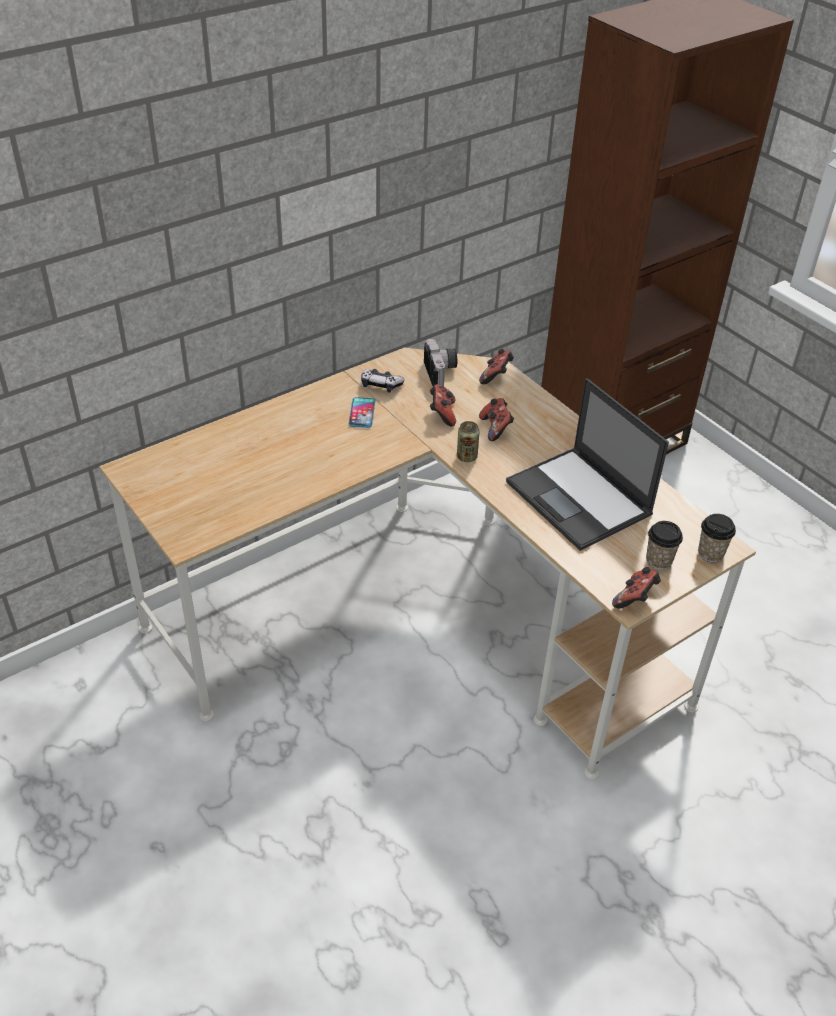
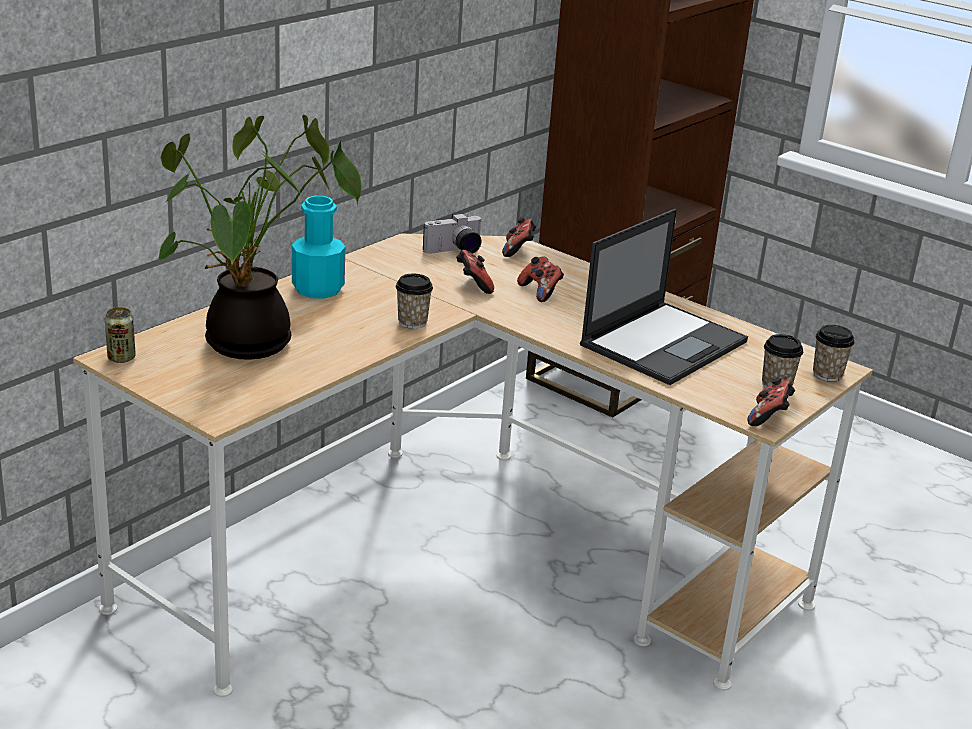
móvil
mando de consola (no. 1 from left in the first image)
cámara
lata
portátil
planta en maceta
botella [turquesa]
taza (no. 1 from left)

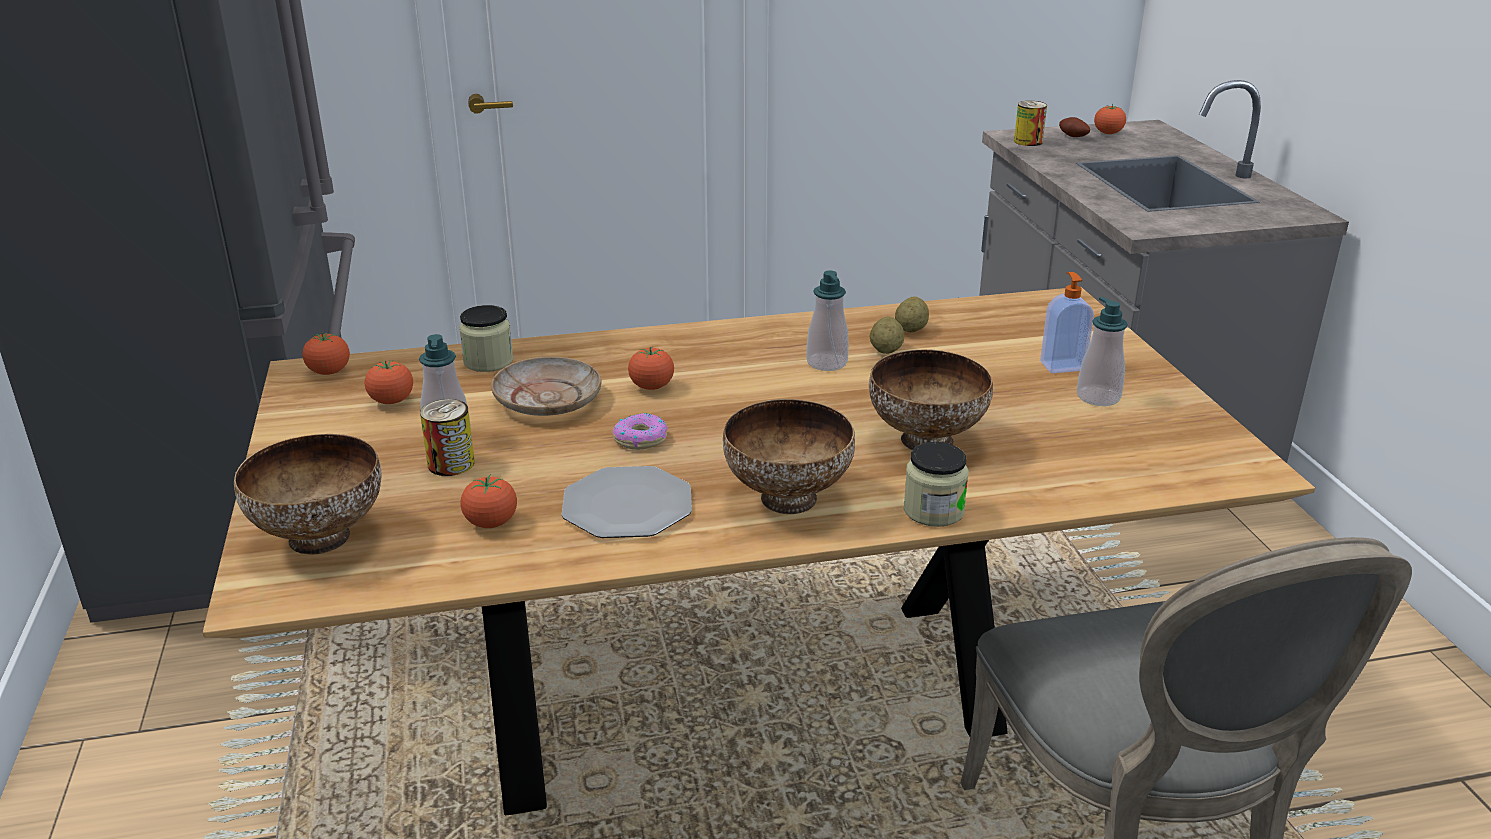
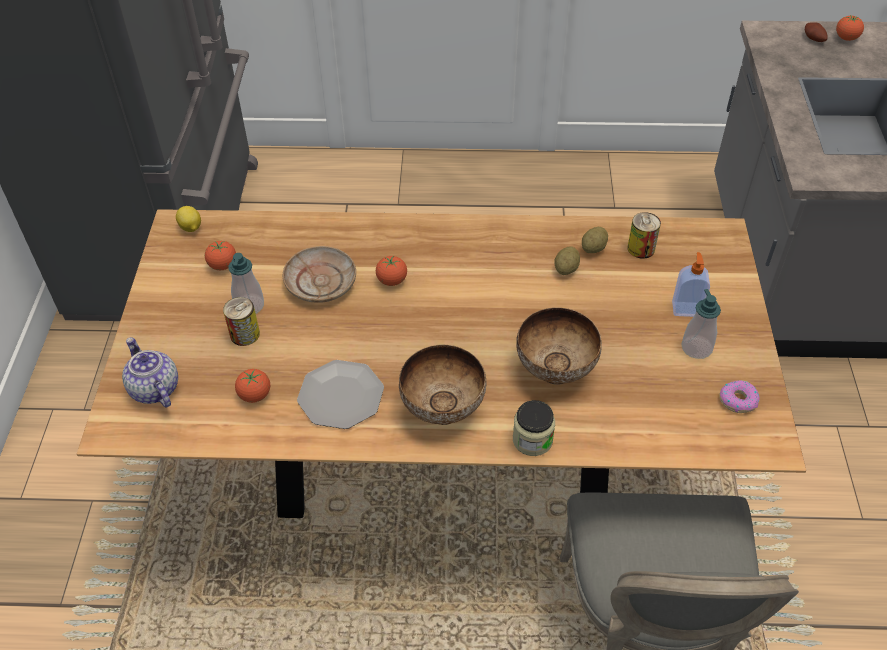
tetera
limón
tarro (no. 1 from left in the first image)
rosquilla
dispensador de jabón (no. 2 from left in the first image)
lata (no. 2 from left)

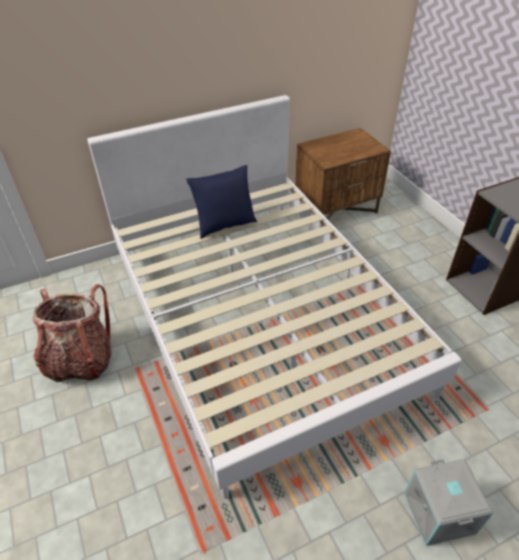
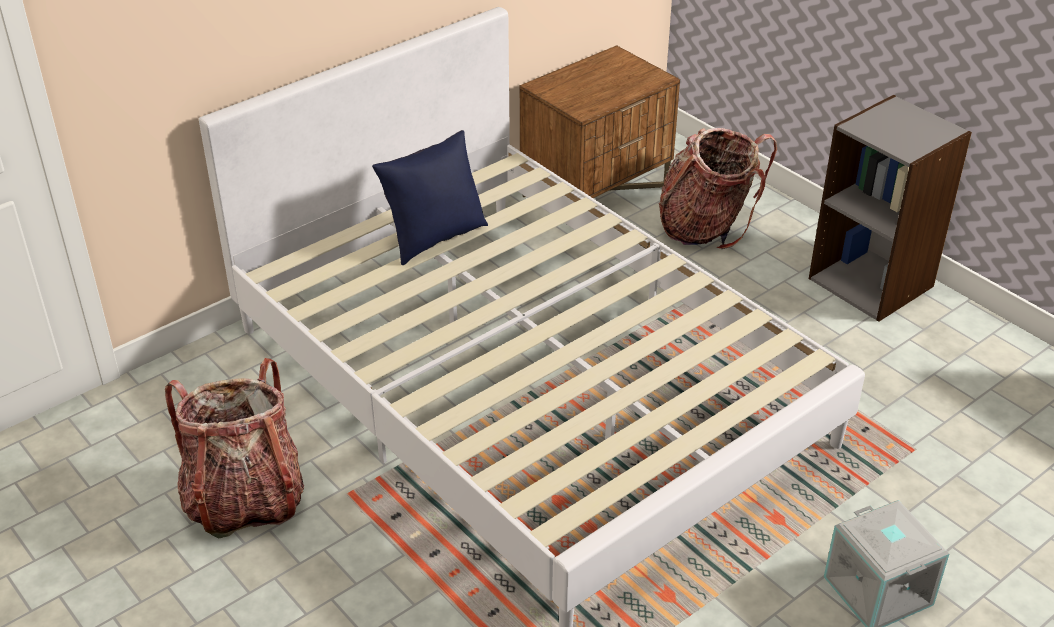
mochila (no. 2 from left)

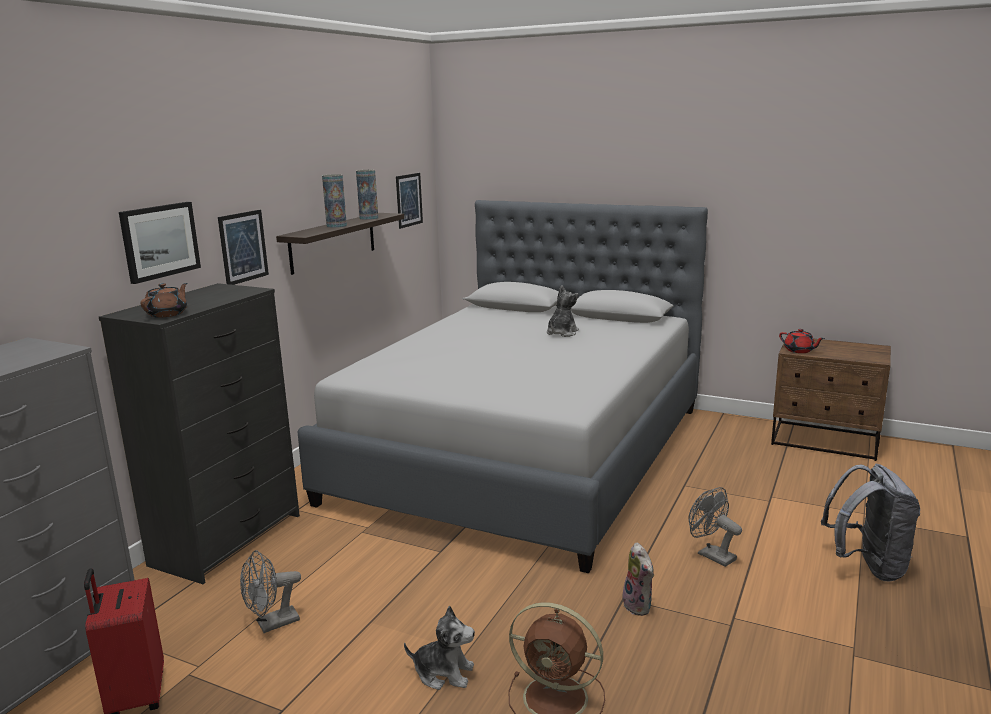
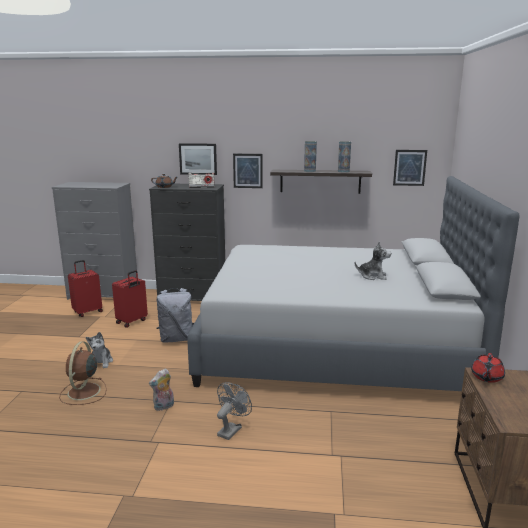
maleta [rojo] (no. 2 from left)
mochila [gris]
radio

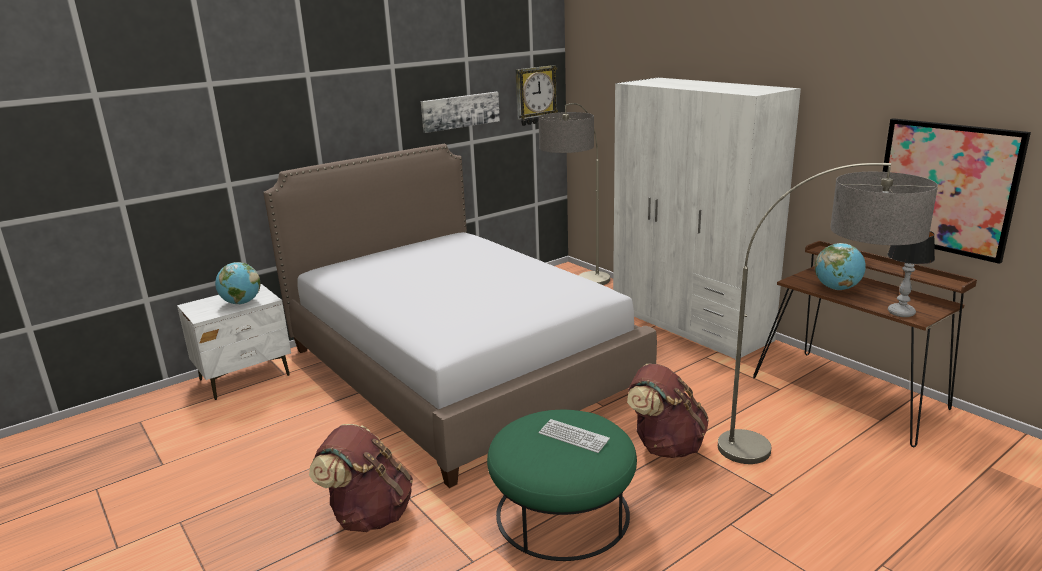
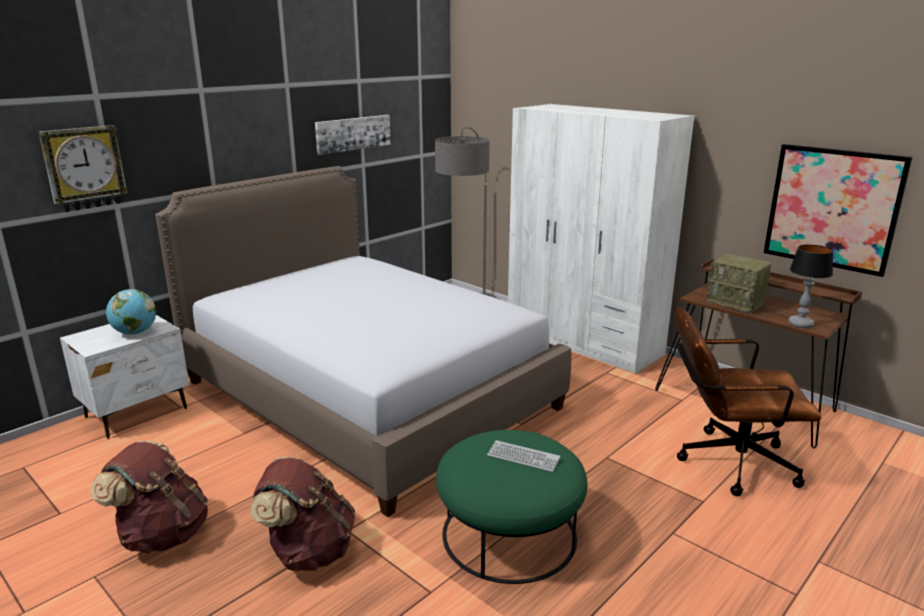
reloj de pared
mochila [marrón] (no. 1 from left)
silla de oficina [marrón]
radio

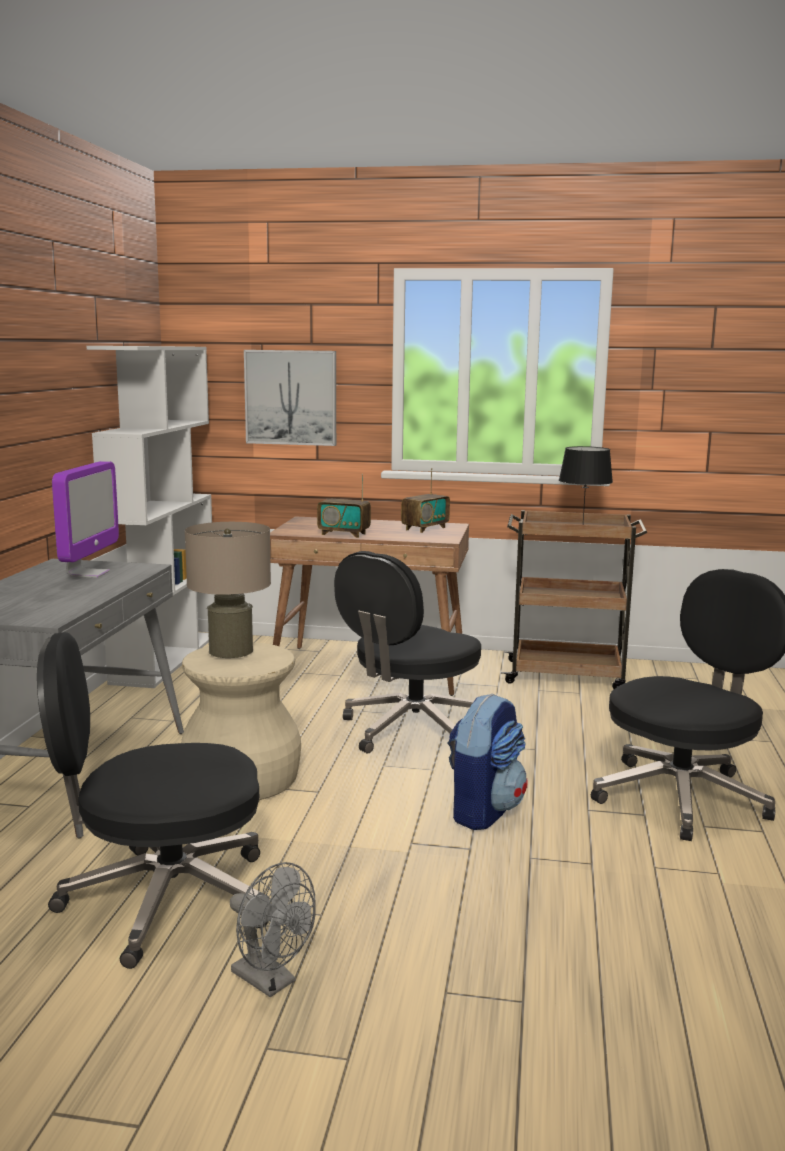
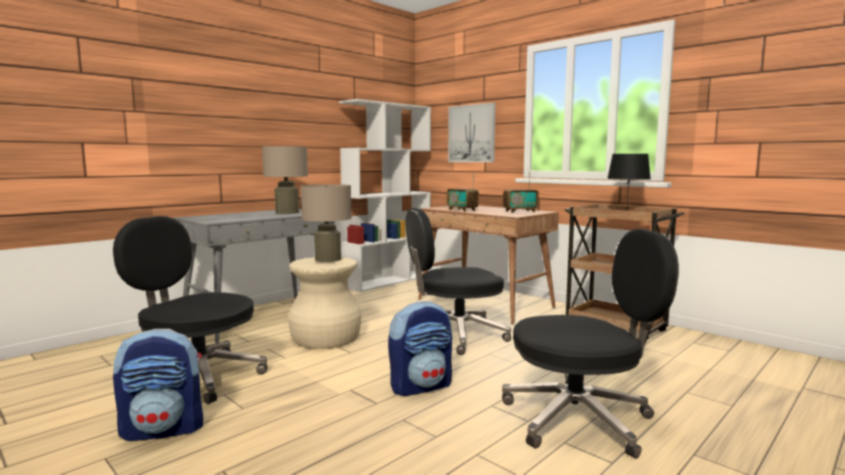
lámpara de mesa [beis] (no. 1 from left)
mochila (no. 1 from left)

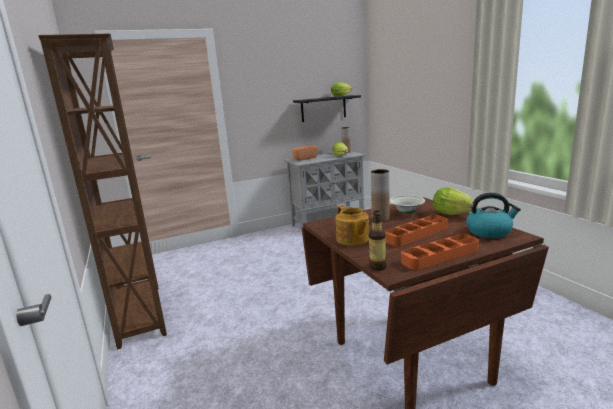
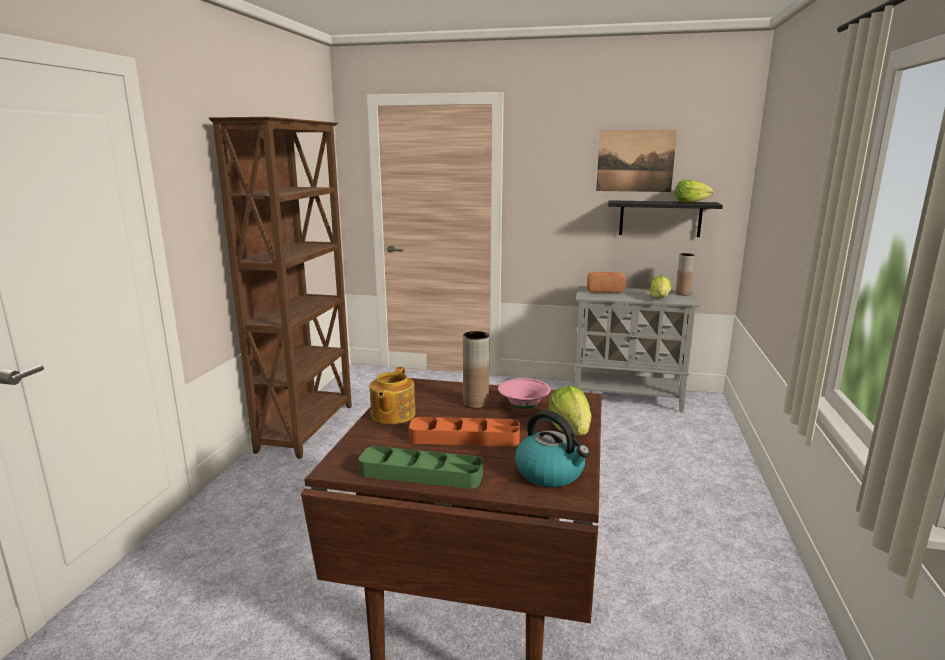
botella
cuenco [rosa]
bandeja [verde]
cuadro

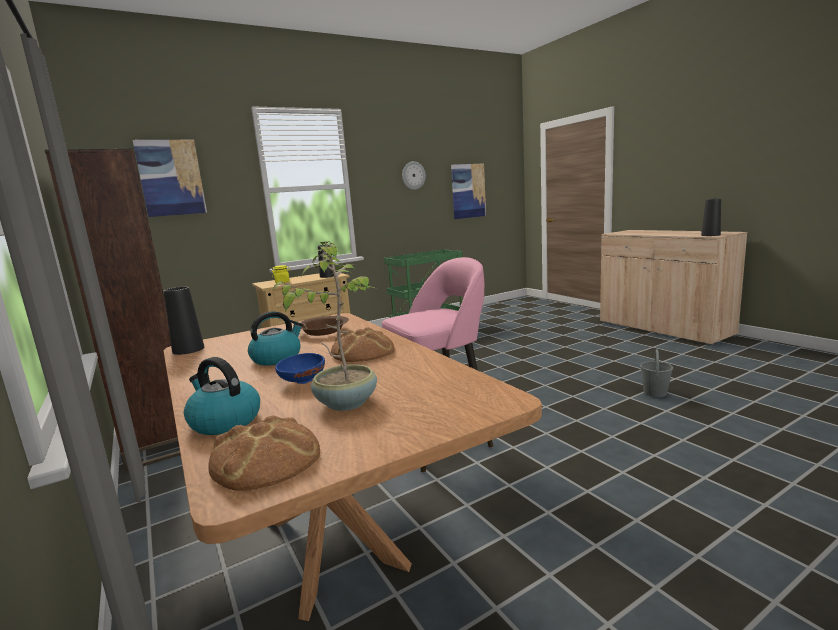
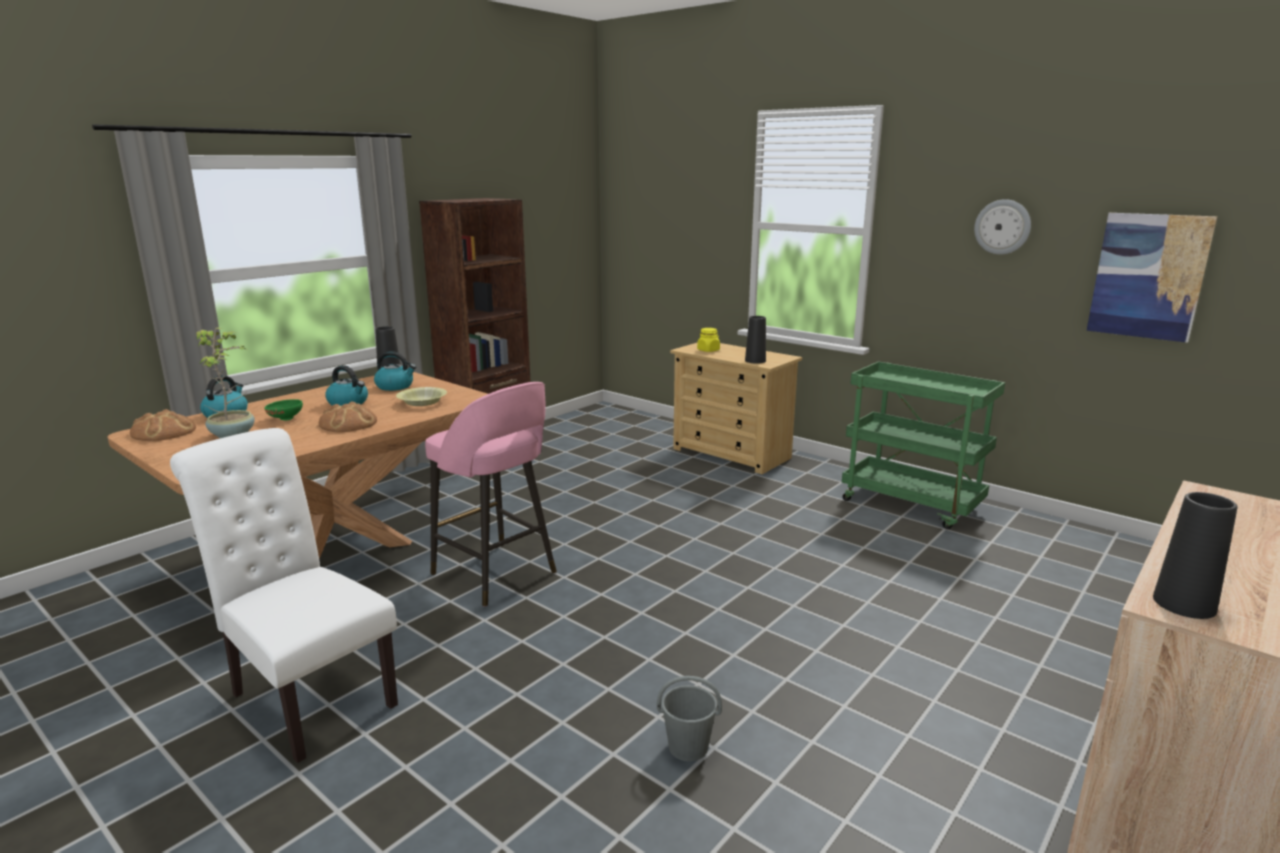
cuadro (no. 1 from left in the first image)
cuenco [verde]
cuenco [amarillo]
silla [blanco]
hervidor (no. 3 from left)

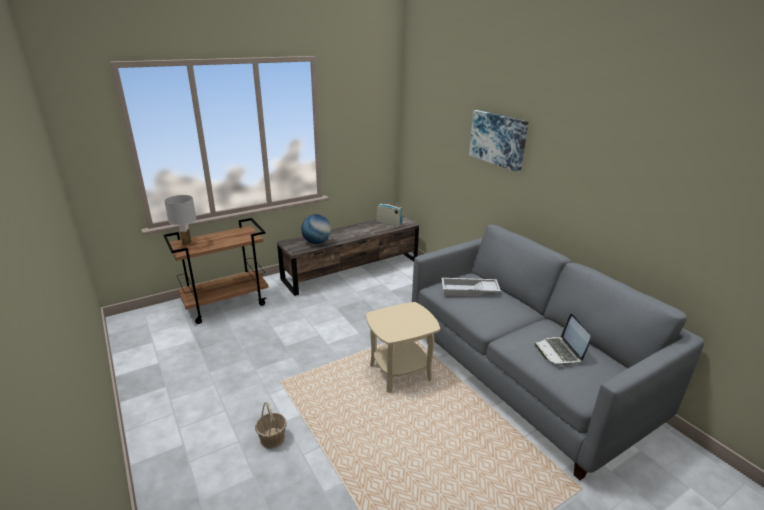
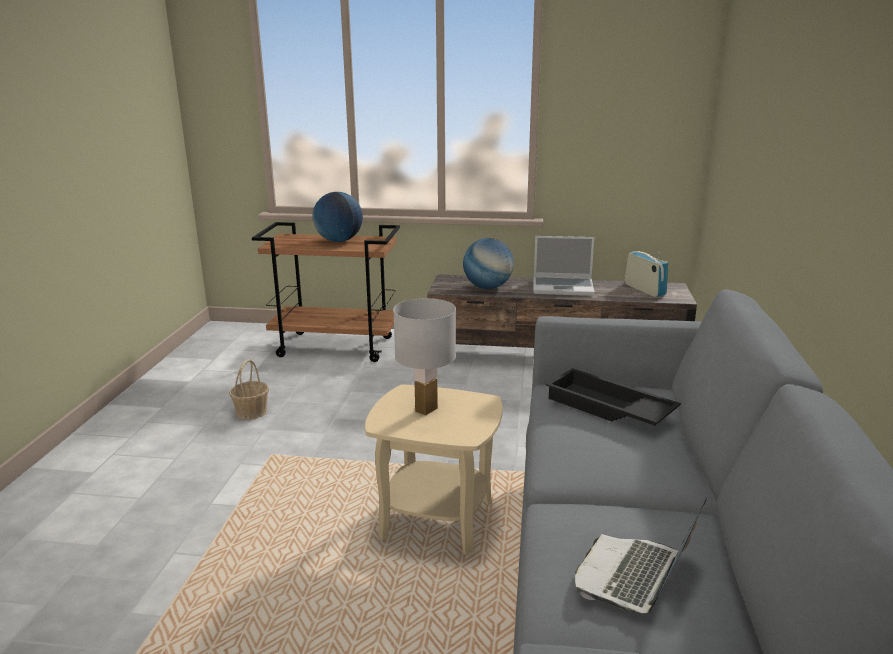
lámpara de mesa [blanco]
cesta
bandeja [negro]
cuadro
globo terráqueo (no. 1 from left)
portátil (no. 1 from left)

